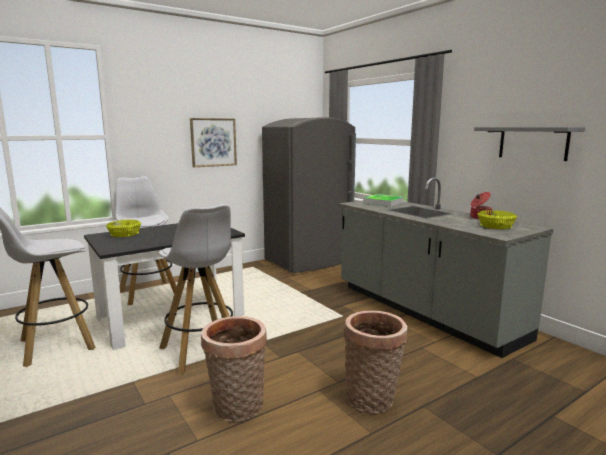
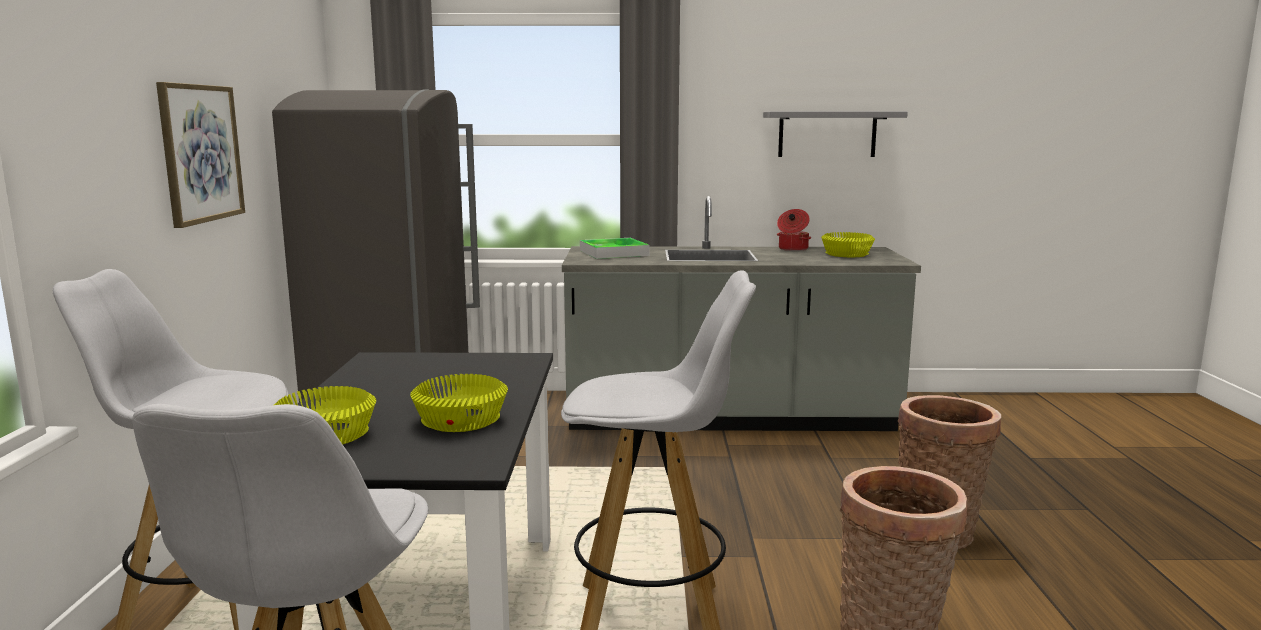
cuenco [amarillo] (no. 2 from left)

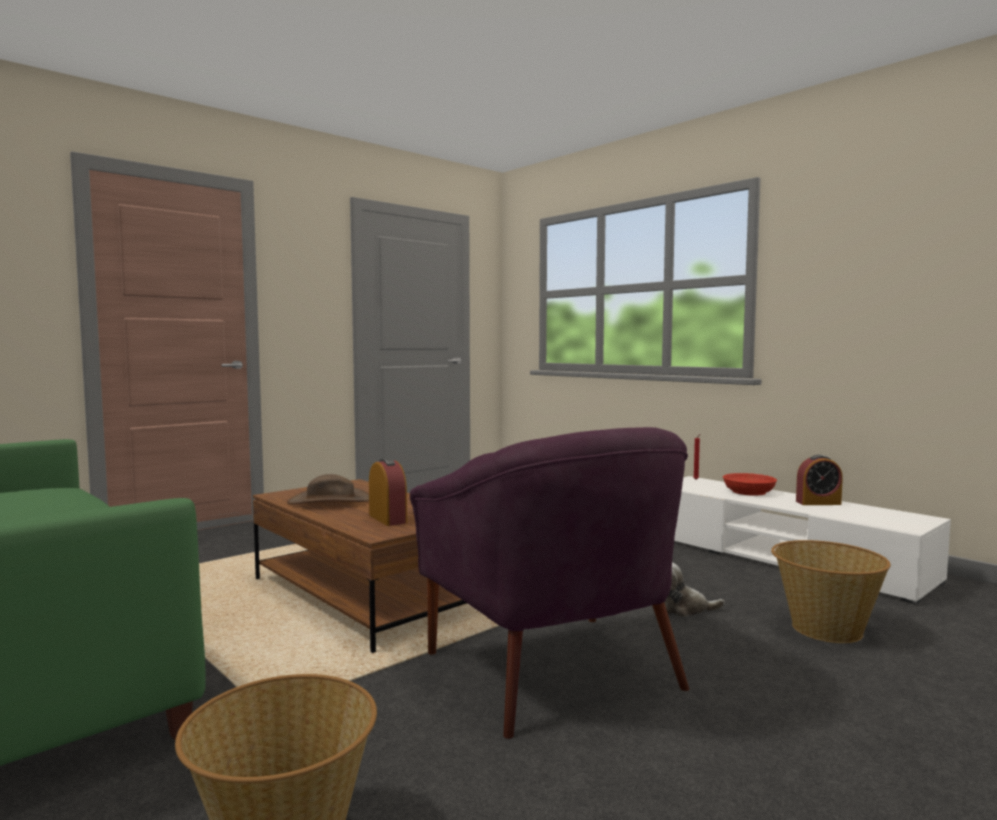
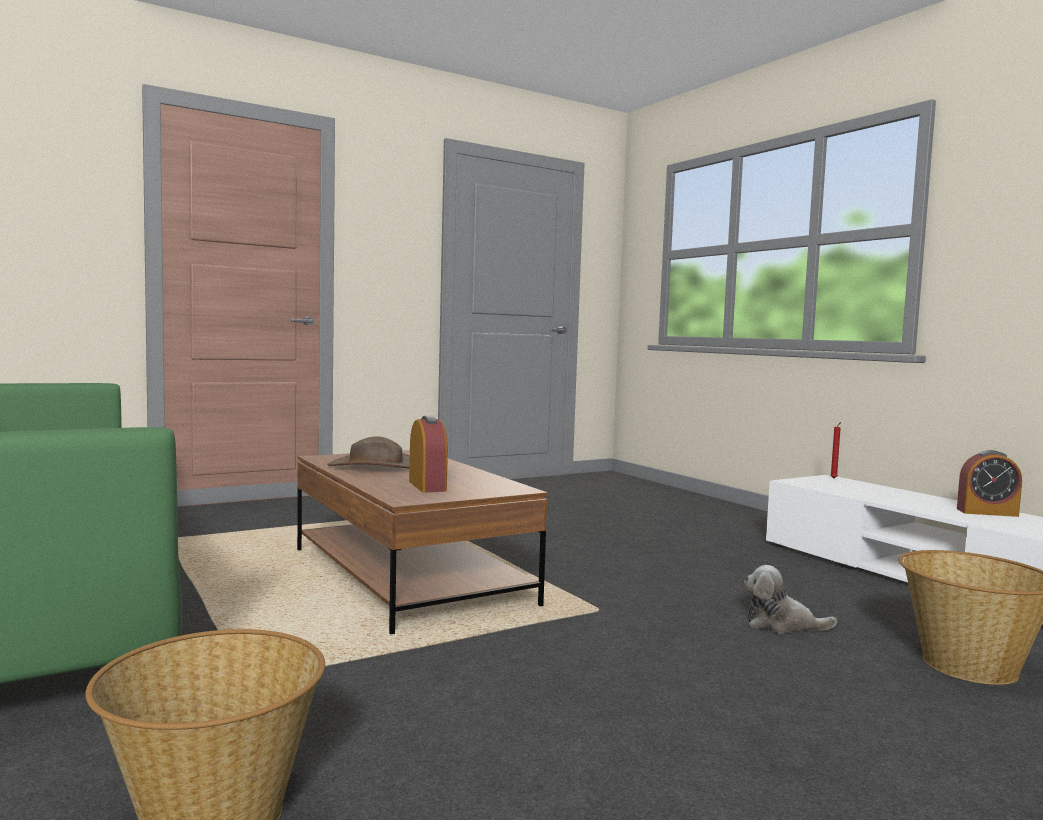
sillón [morado]
cuenco [rojo]

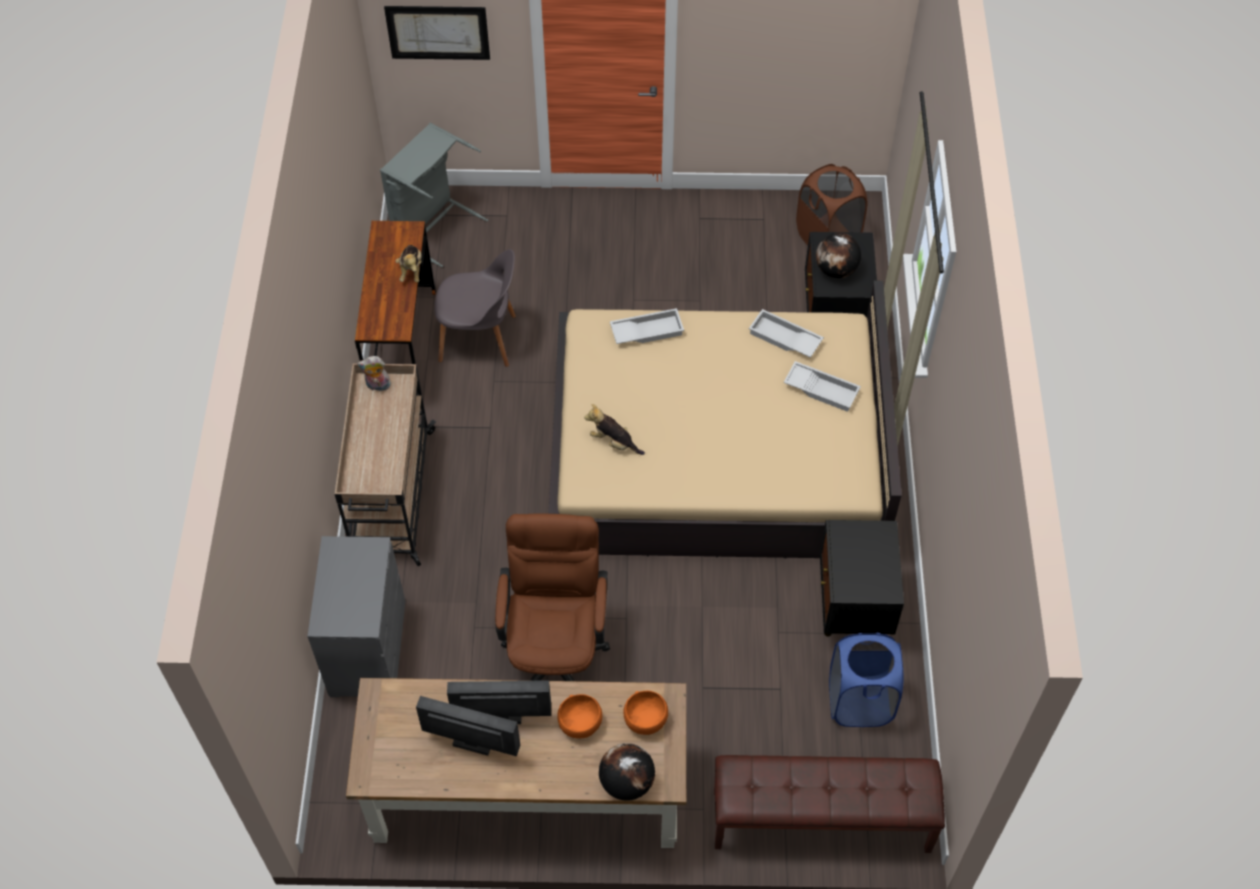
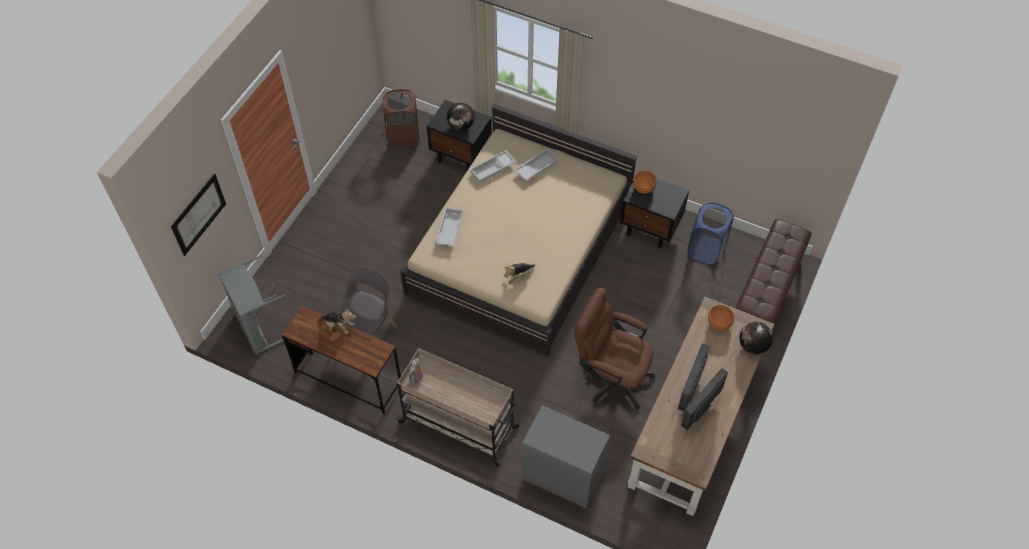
cuenco [naranja] (no. 1 from left)

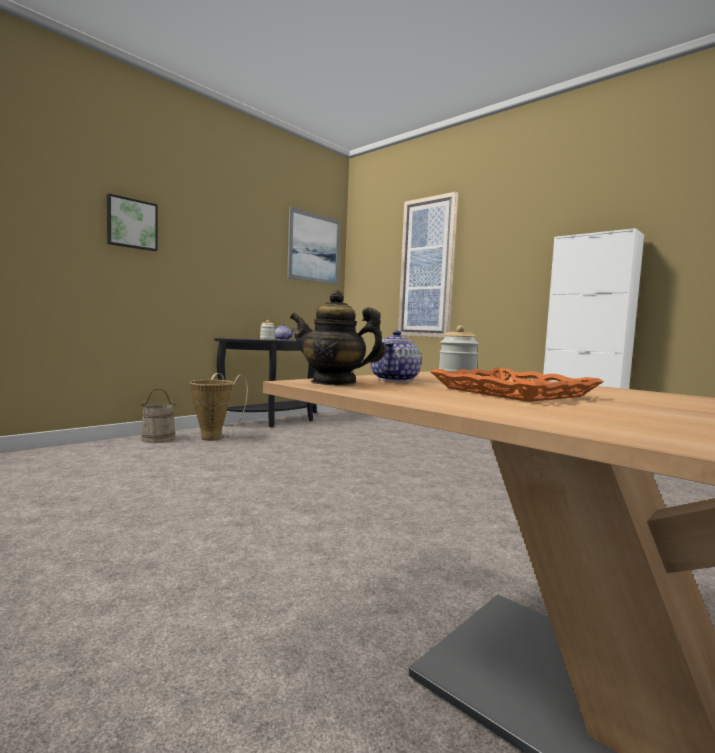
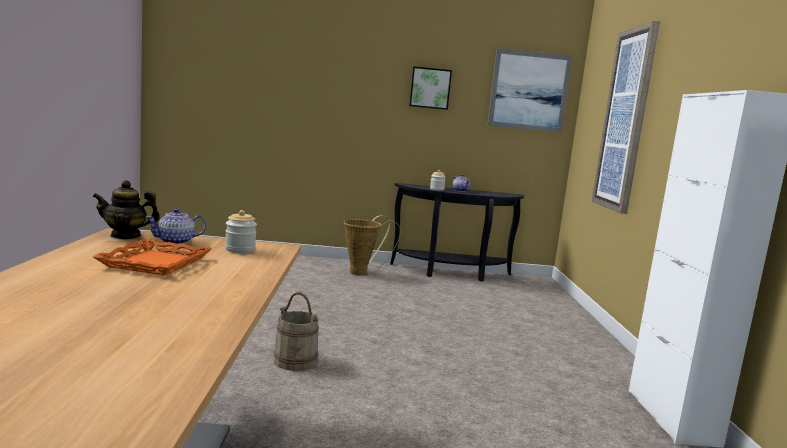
cuadro (no. 1 from left)
cubo [beis]
tetera (no. 1 from left)

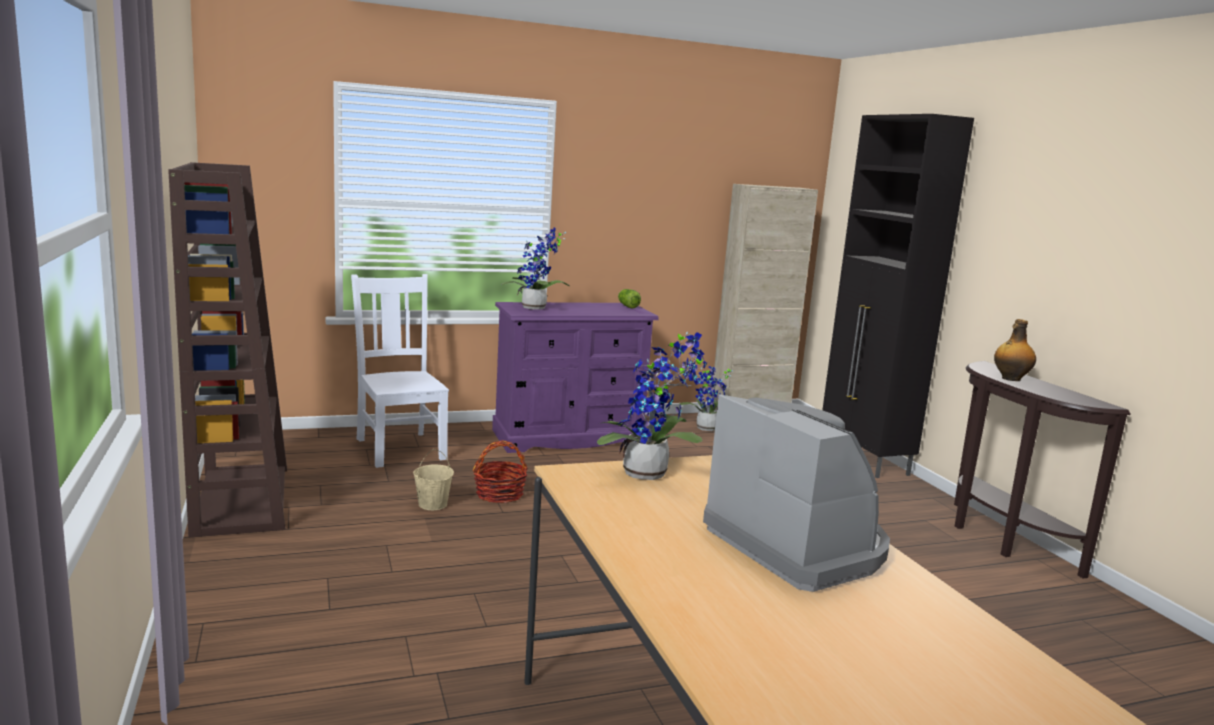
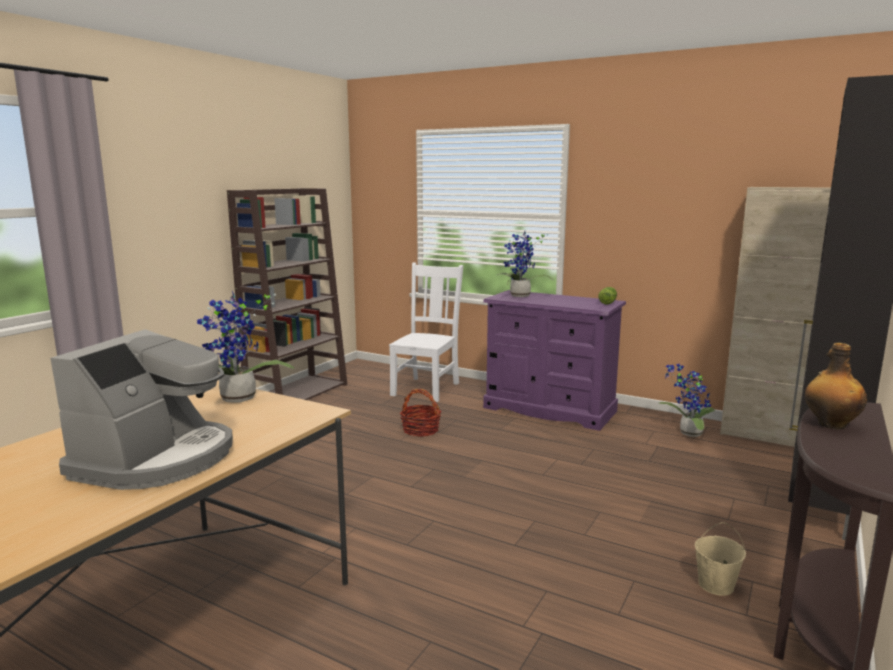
cubo [beis]

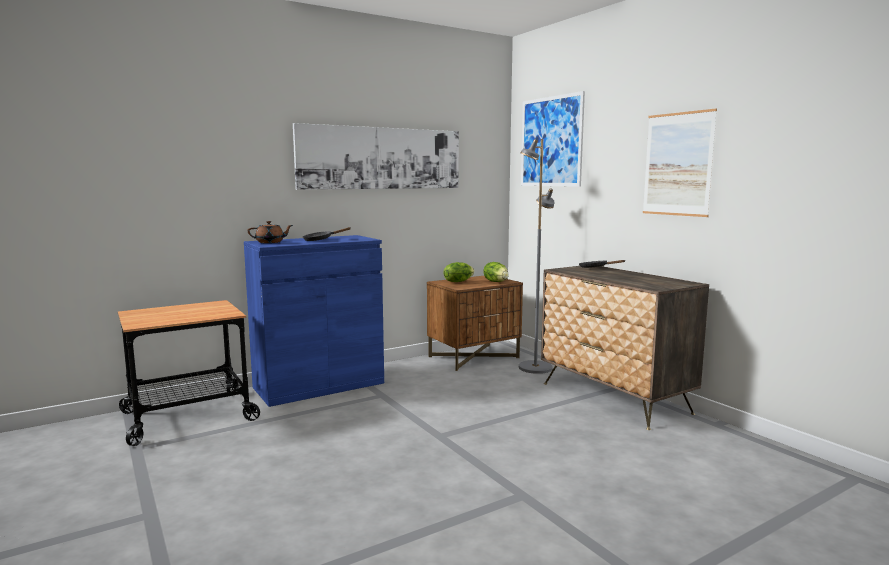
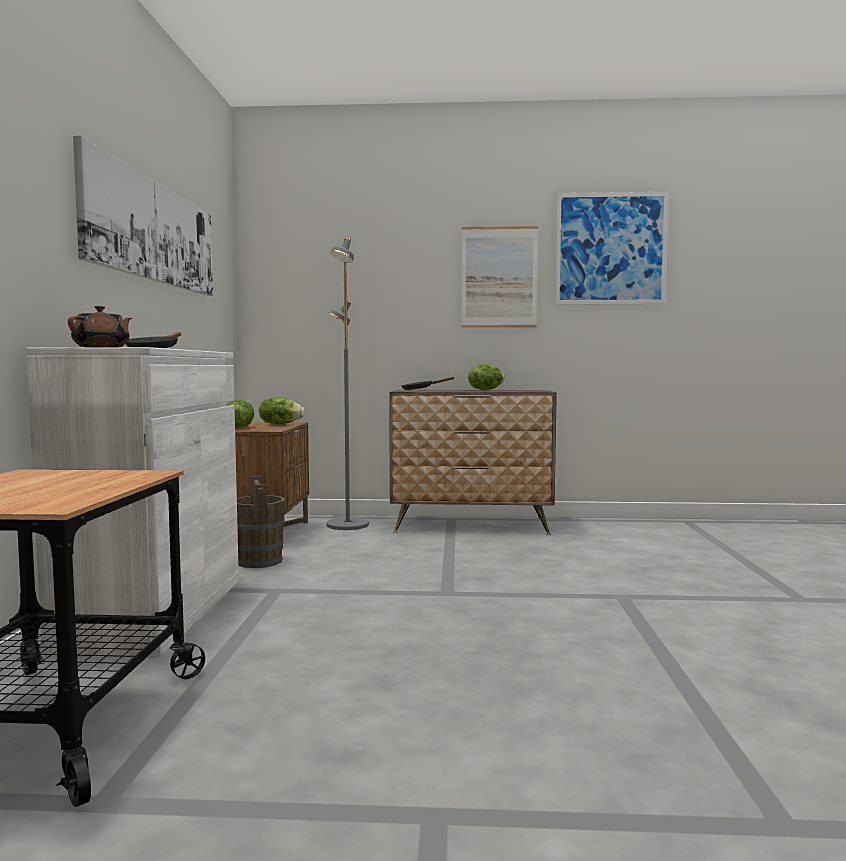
armario [blanco]
cuadro (no. 3 from left)
cubo [marrón]
lechuga (no. 3 from left)

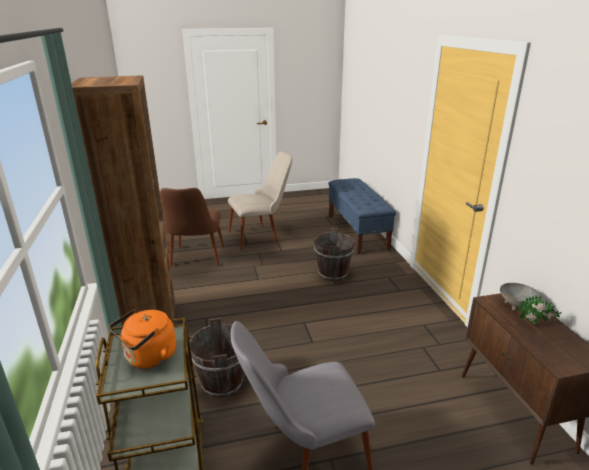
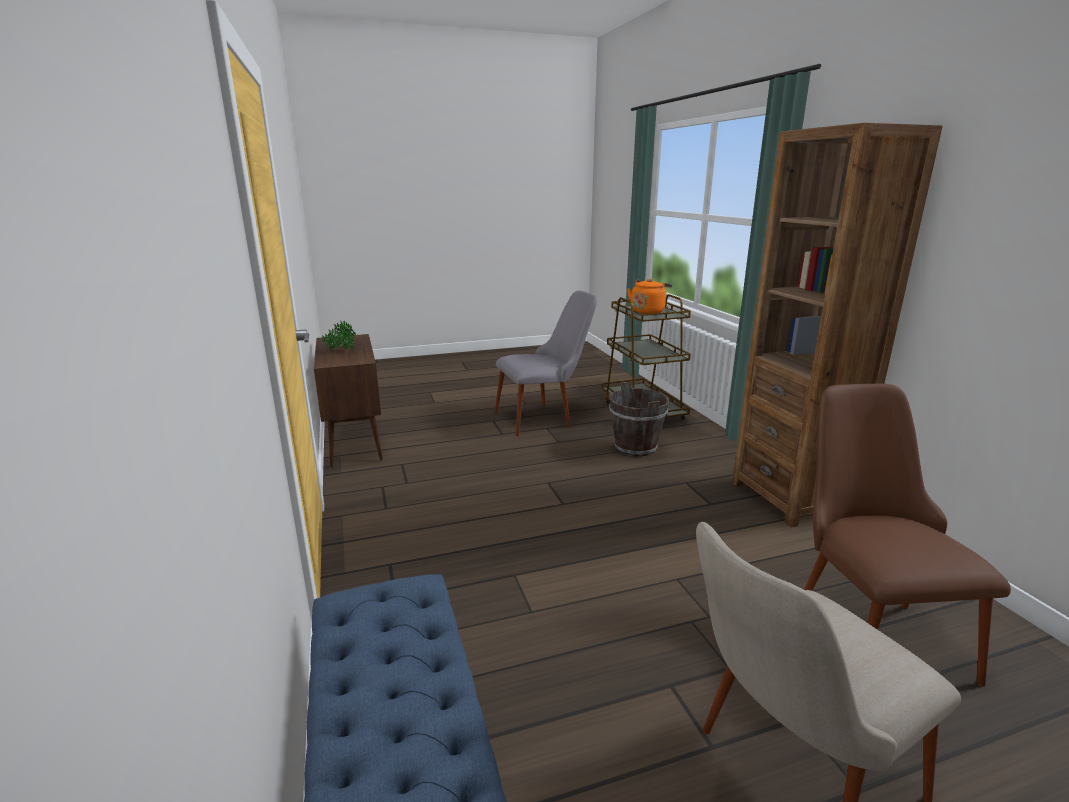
cubo [marrón] (no. 2 from left in the first image)
cuenco [gris]

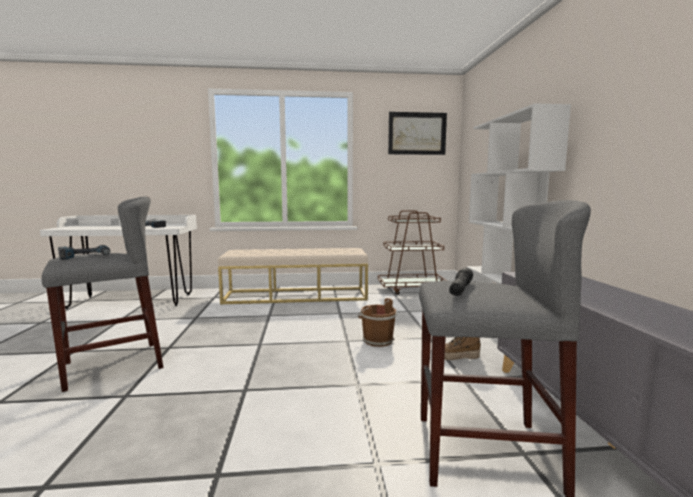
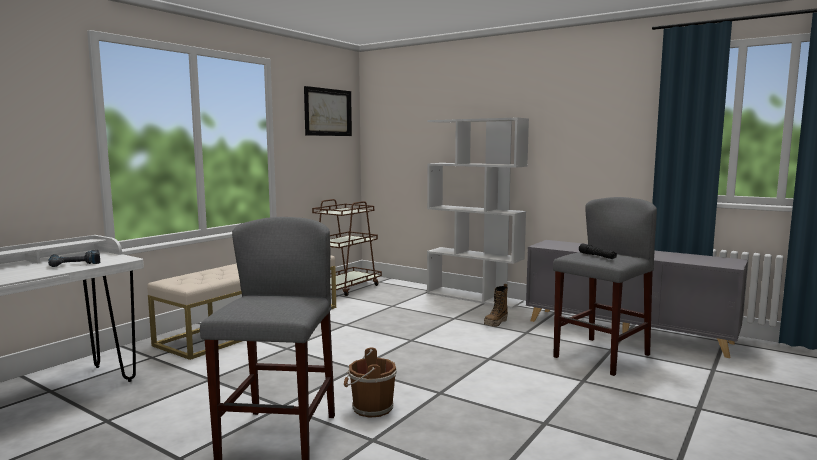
taladro (no. 1 from left in the first image)
cubo [marrón]

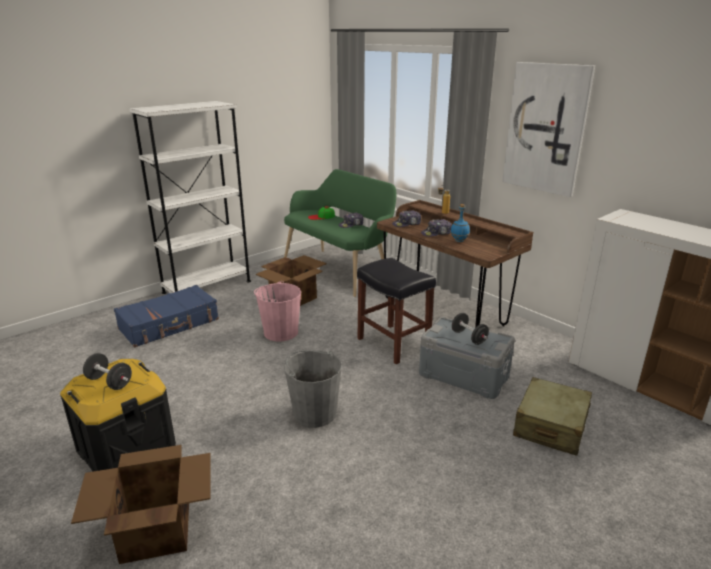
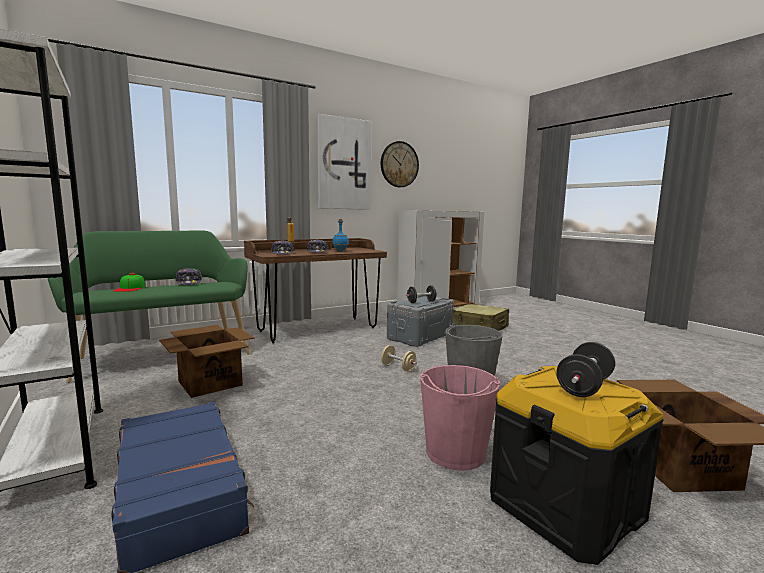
cubo [rosa]
taburete [negro]
reloj de pared
mancuerna [beis]

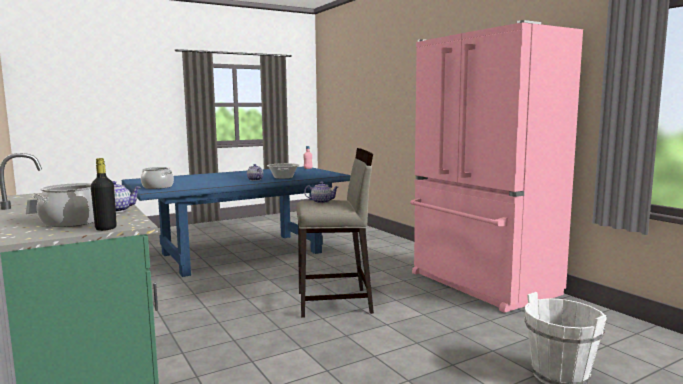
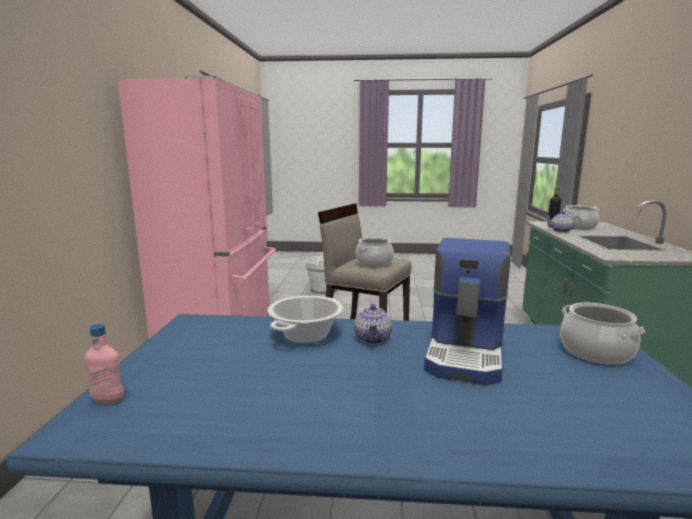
olla (no. 2 from left)
cafetera

